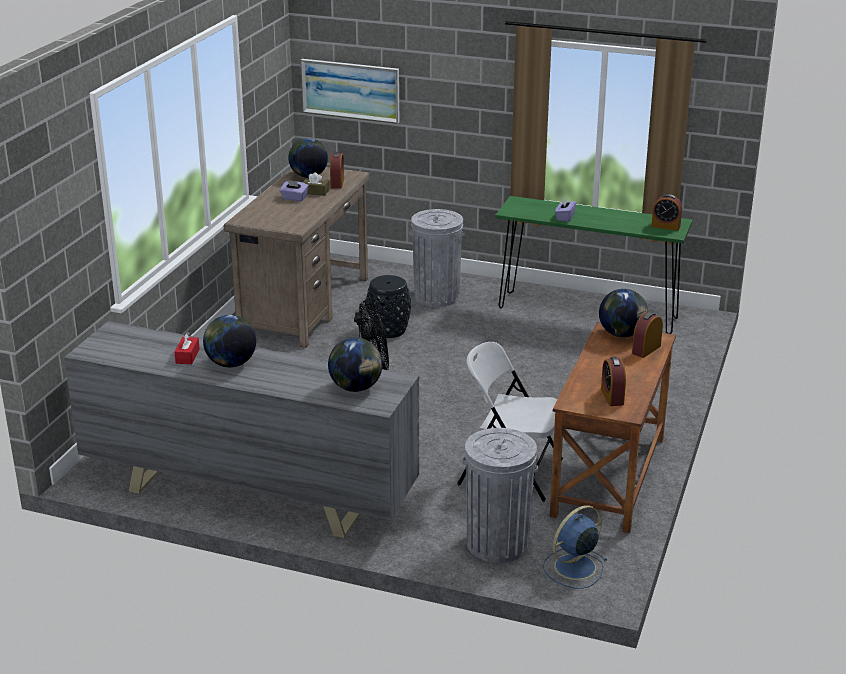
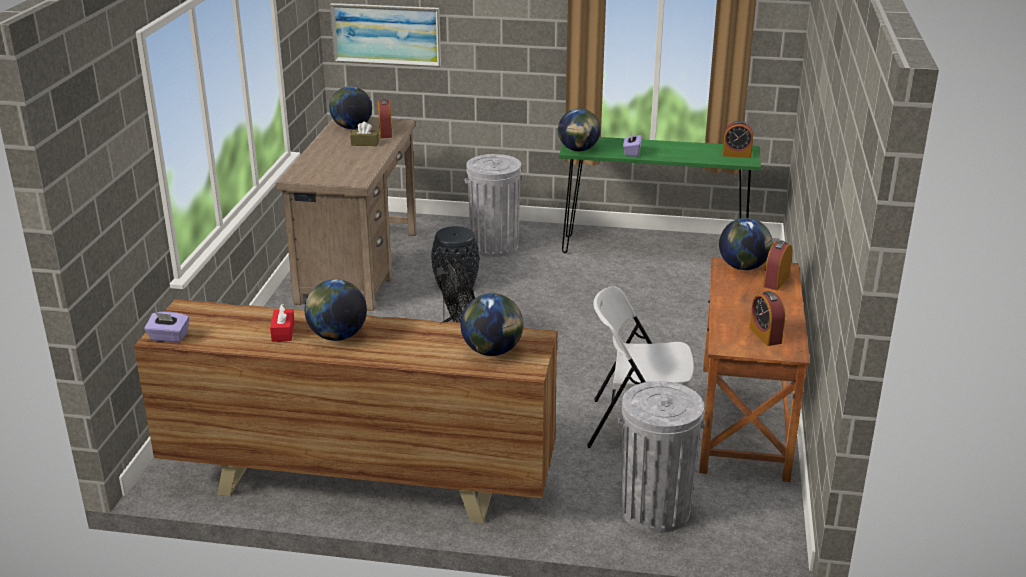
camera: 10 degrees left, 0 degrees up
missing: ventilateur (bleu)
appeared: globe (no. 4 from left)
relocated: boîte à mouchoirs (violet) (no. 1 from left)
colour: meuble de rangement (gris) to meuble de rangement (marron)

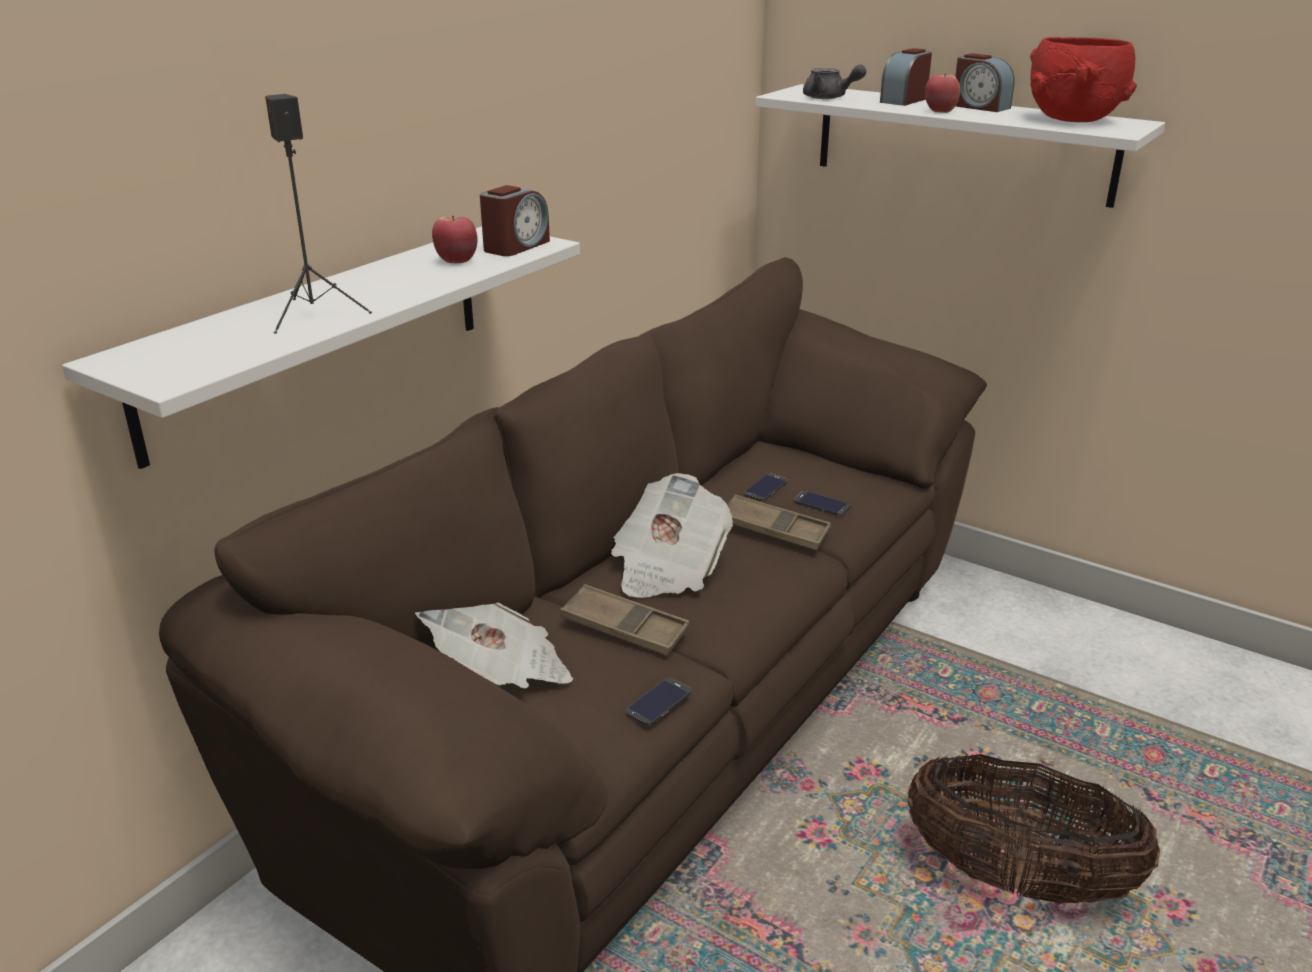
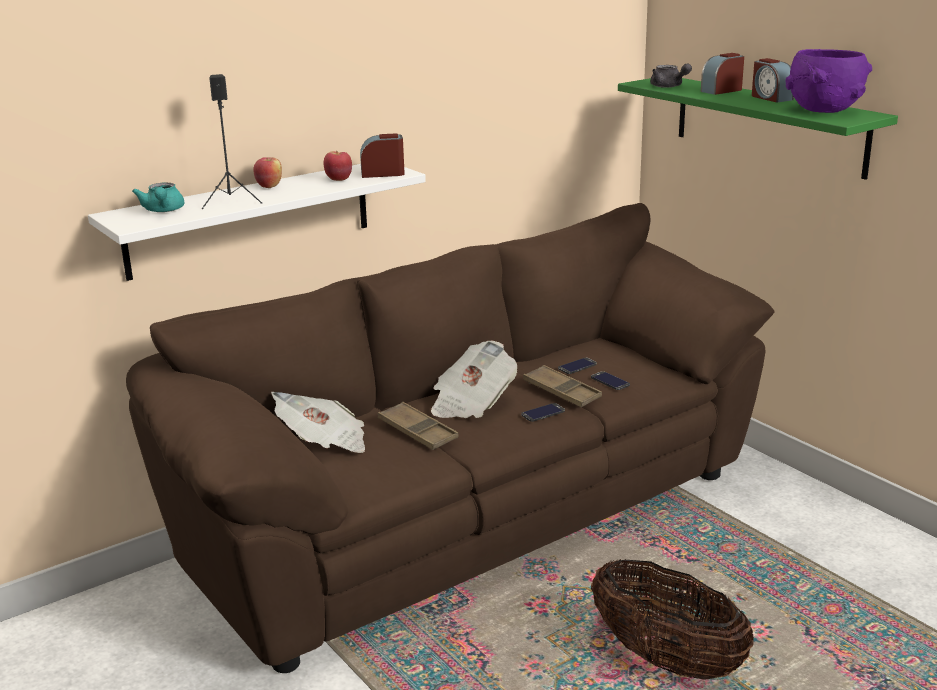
camera: 20 degrees right, 5 degrees down
appeared: théière (turquoise)
relocated: téléphone (no. 1 from left); pomme (no. 2 from left in the first image) to pomme (no. 1 from left)
colour: étagère (blanc) (no. 2 from left) to étagère (vert); bol (rouge) to bol (violet)
spun: réveil (no. 1 from left) 150 degrees counterclockwise

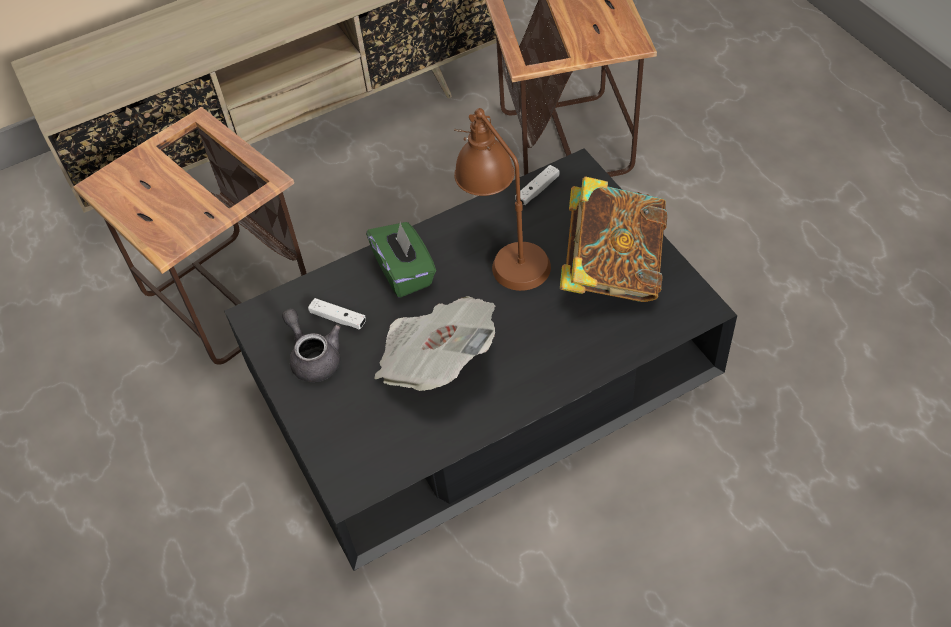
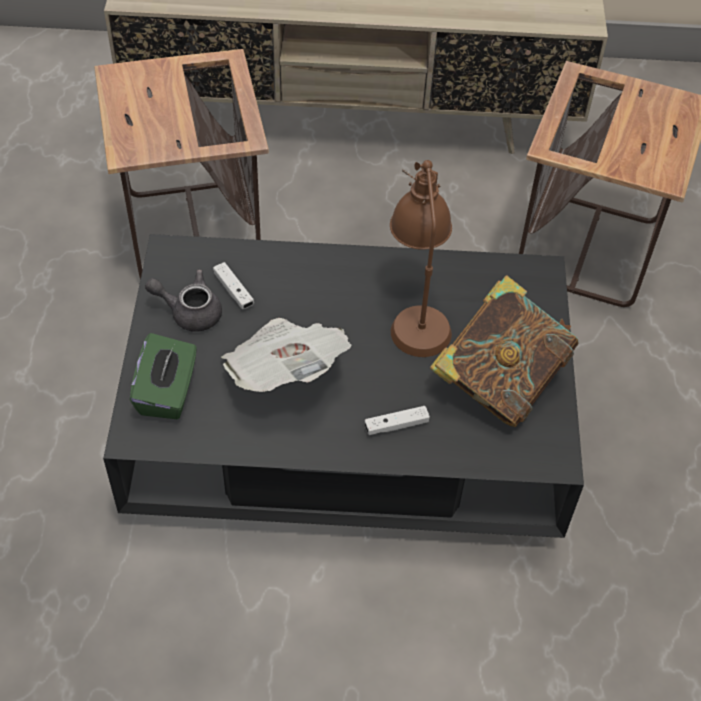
camera: 25 degrees right, 0 degrees up
relocated: boîte à mouchoirs (vert); manette (blanc) (no. 2 from left)
spun: théière (gris) 75 degrees counterclockwise

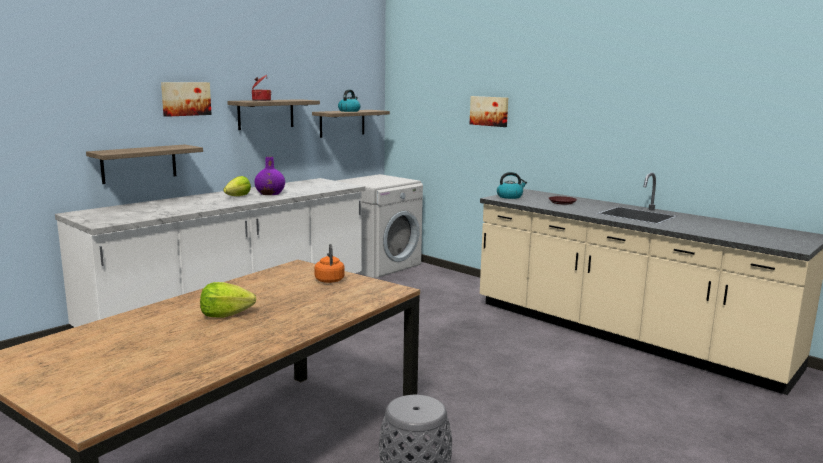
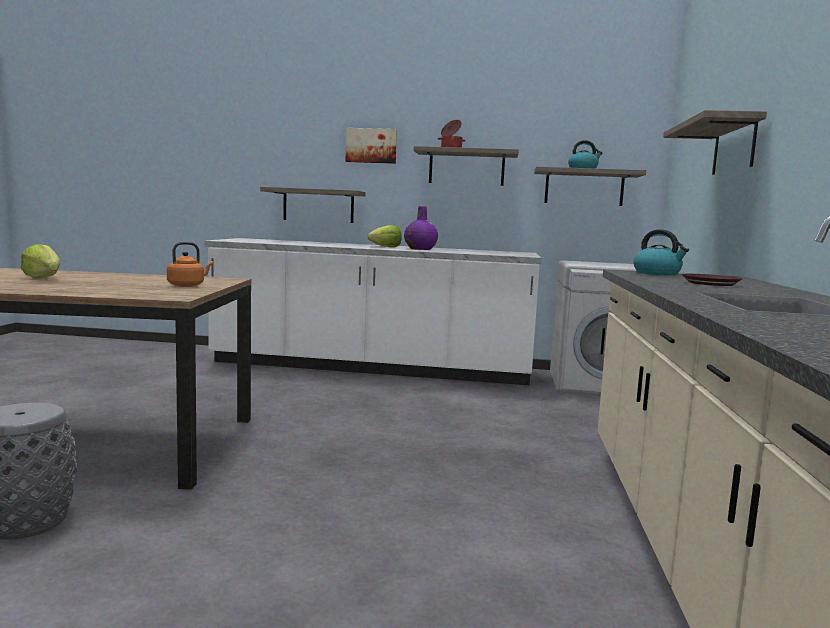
camera: 55 degrees right, 5 degrees down
exchanged: tableau (no. 2 from left) to étagère (no. 4 from left)

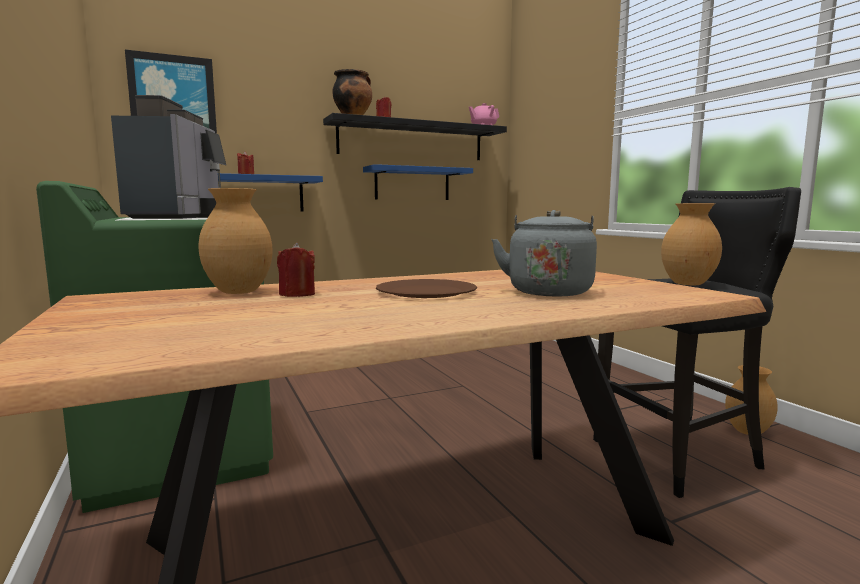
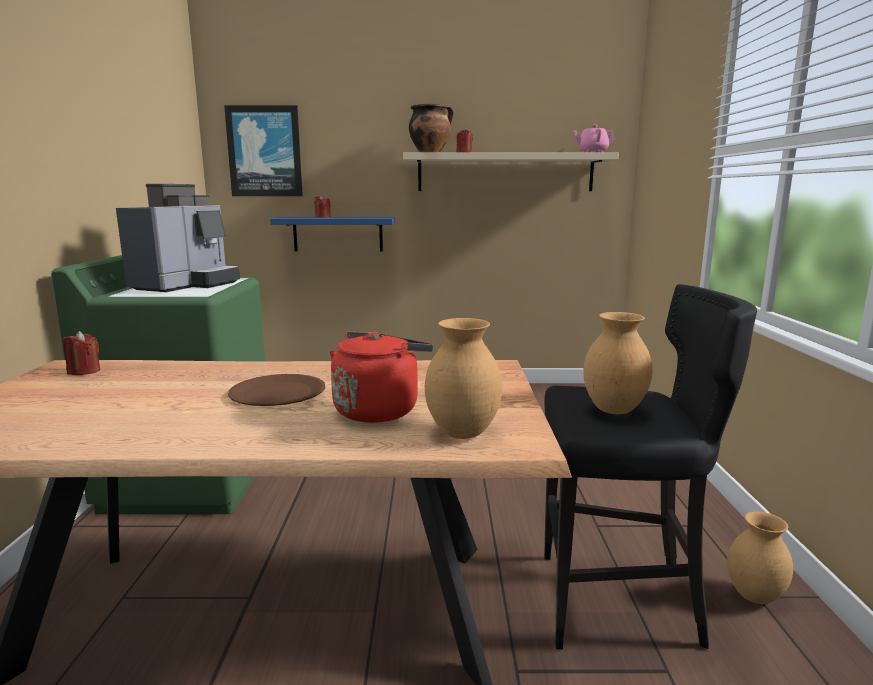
camera: 25 degrees right, 5 degrees up
missing: étagère (bleu) (no. 2 from left)
relocated: vase (marron) (no. 1 from left); bougie (rouge) (no. 2 from left in the first image) to bougie (rouge) (no. 1 from left)
colour: étagère (noir) to étagère (beige); bouilloire (gris) to bouilloire (rouge)

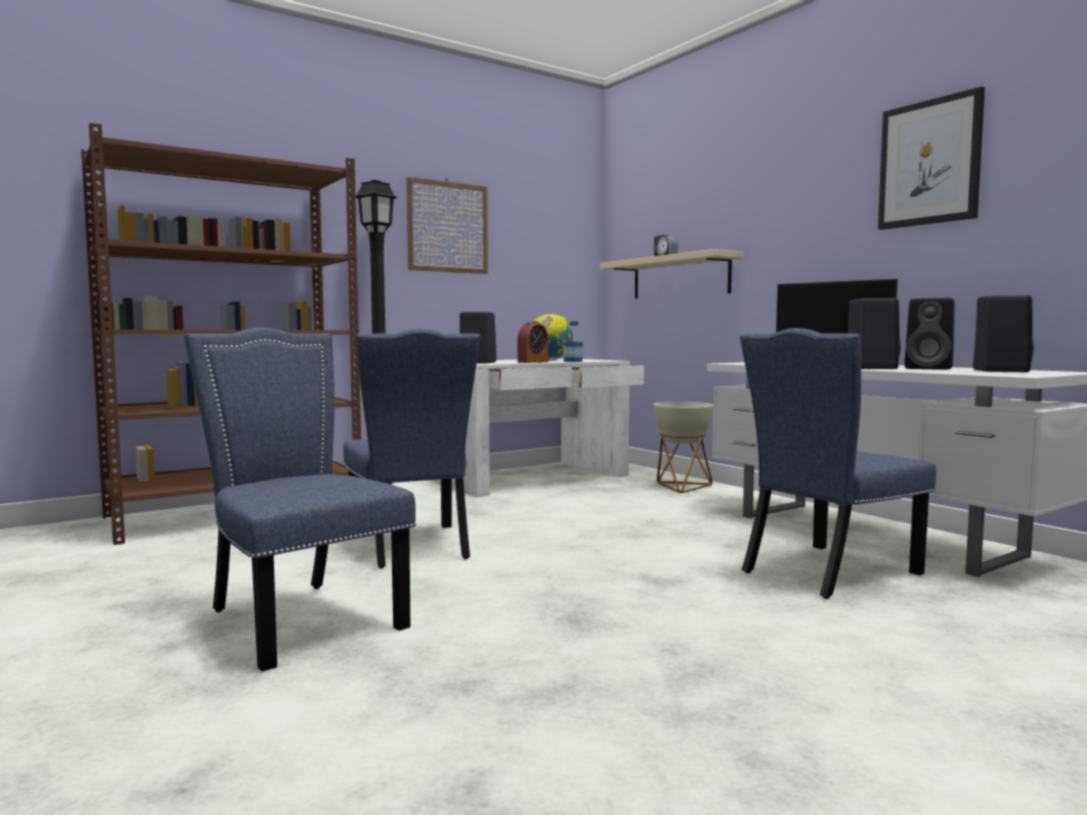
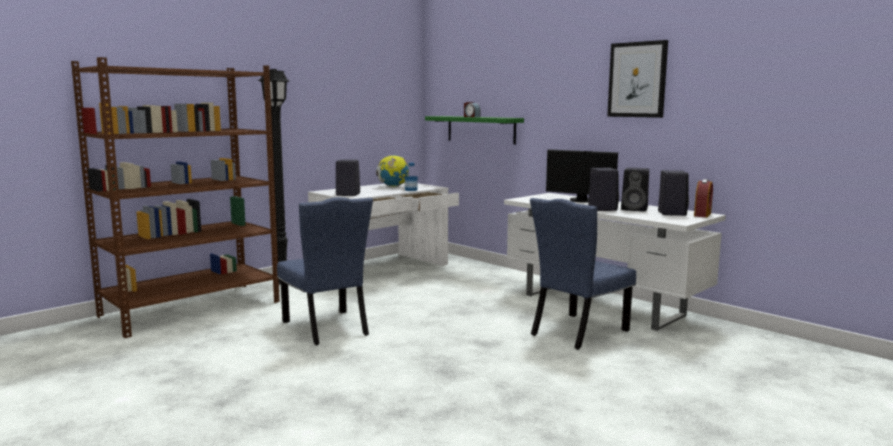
camera: 10 degrees left, 5 degrees up
missing: chaise (bleu) (no. 1 from left); tableau (no. 1 from left); cache-pot
relocated: réveil (no. 1 from left in the first image) to réveil (no. 2 from left)
colour: étagère (beige) to étagère (vert)

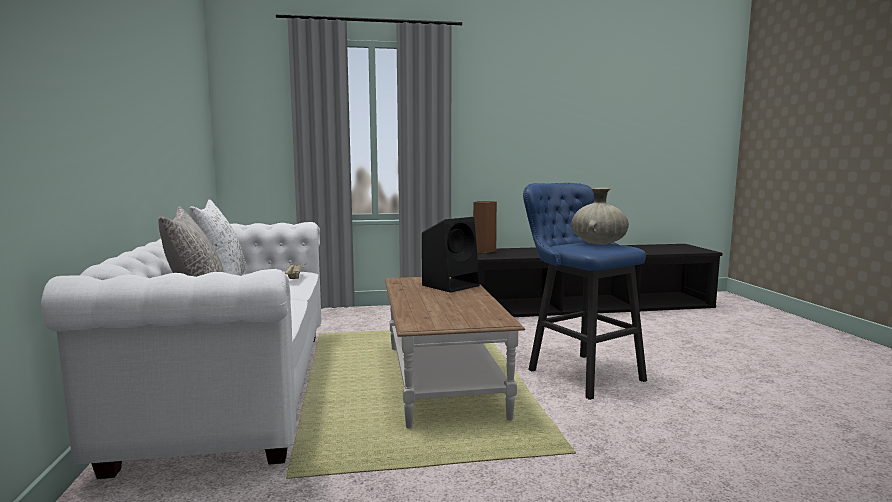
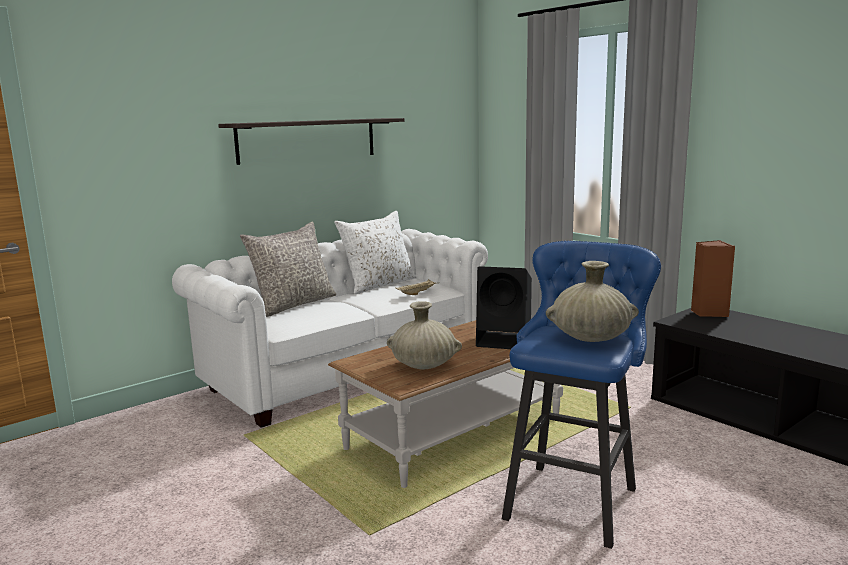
camera: 60 degrees right, 5 degrees up
appeared: étagère; vase (beige) (no. 1 from left)

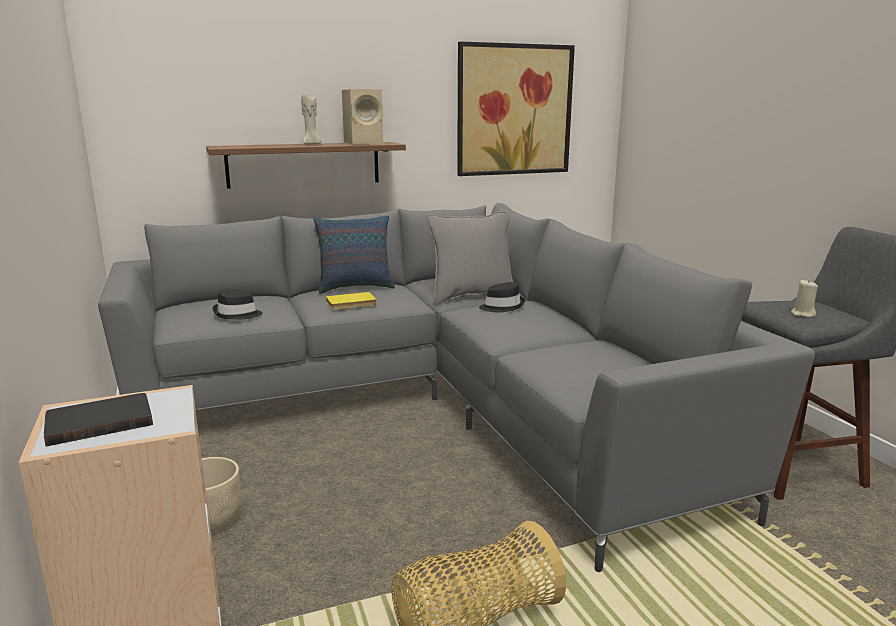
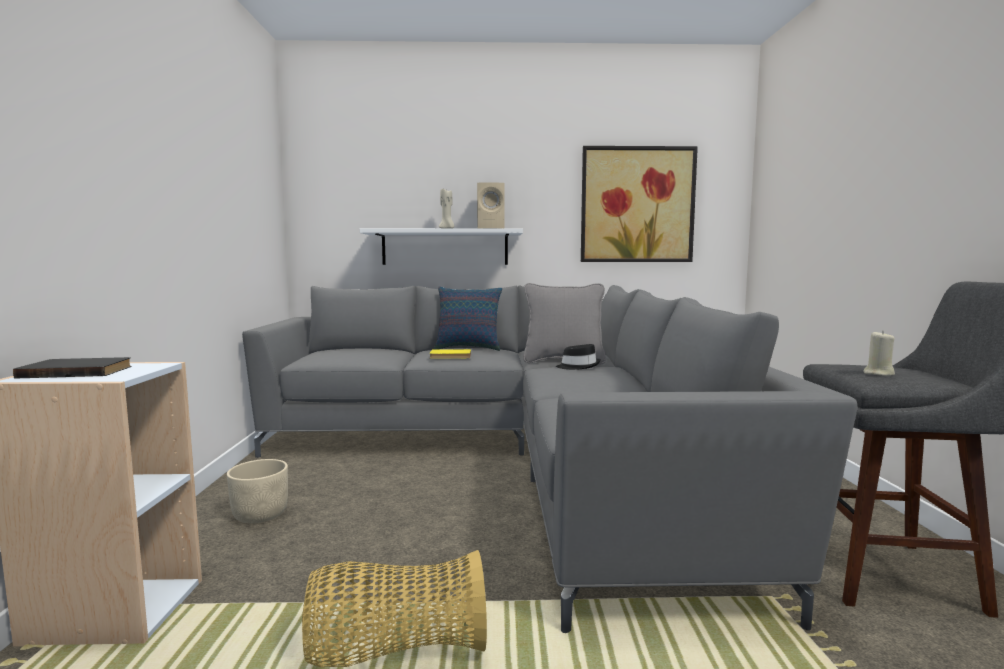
camera: 20 degrees right, 10 degrees down
missing: chapeau (noir) (no. 1 from left)
colour: étagère (marron) to étagère (blanc)

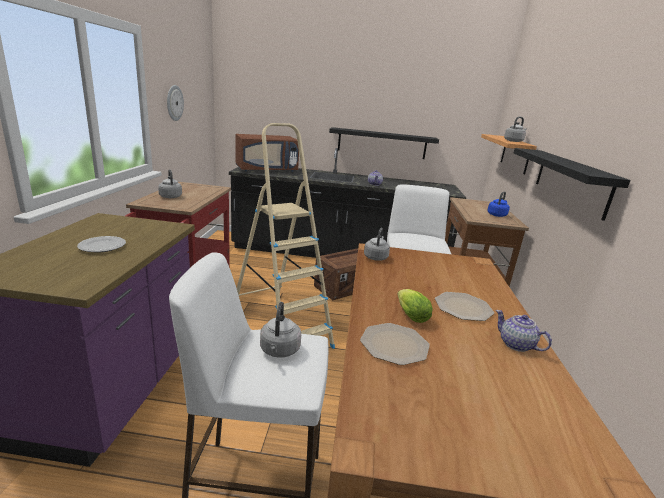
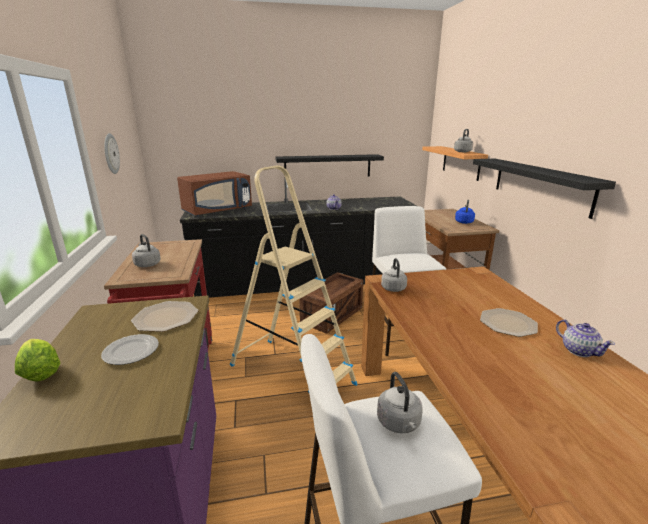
camera: 15 degrees left, 0 degrees up
relocated: assiette (no. 2 from left); laitue
spun: théière (no. 2 from left) 150 degrees counterclockwise

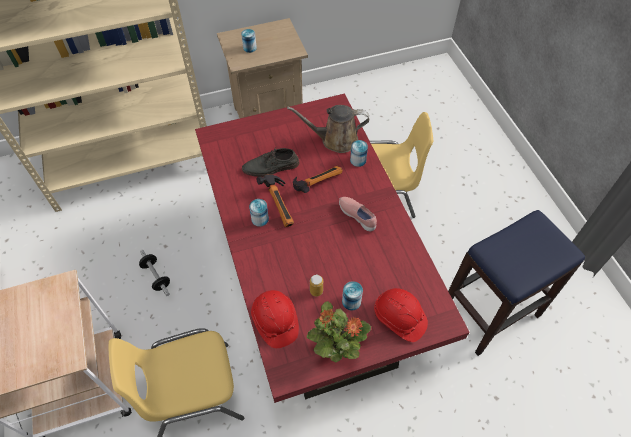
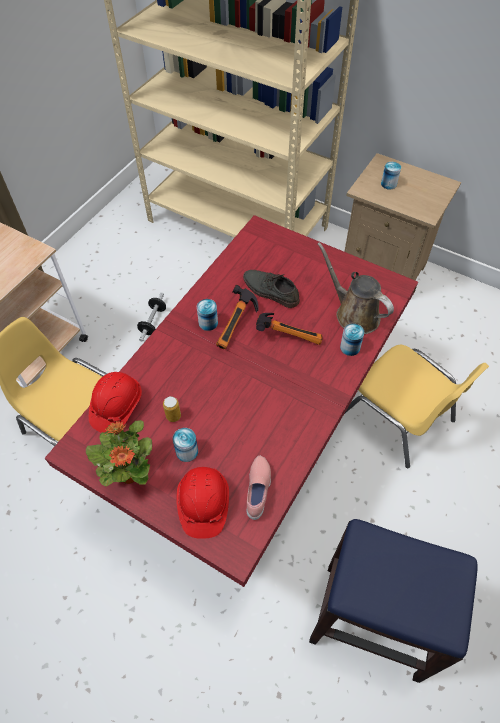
camera: 50 degrees right, 0 degrees up
relocated: chaussure (rose)

